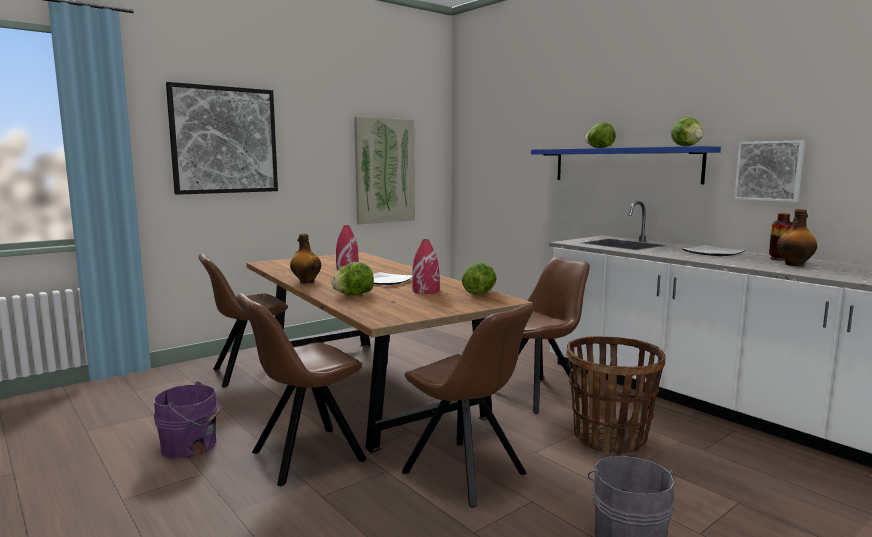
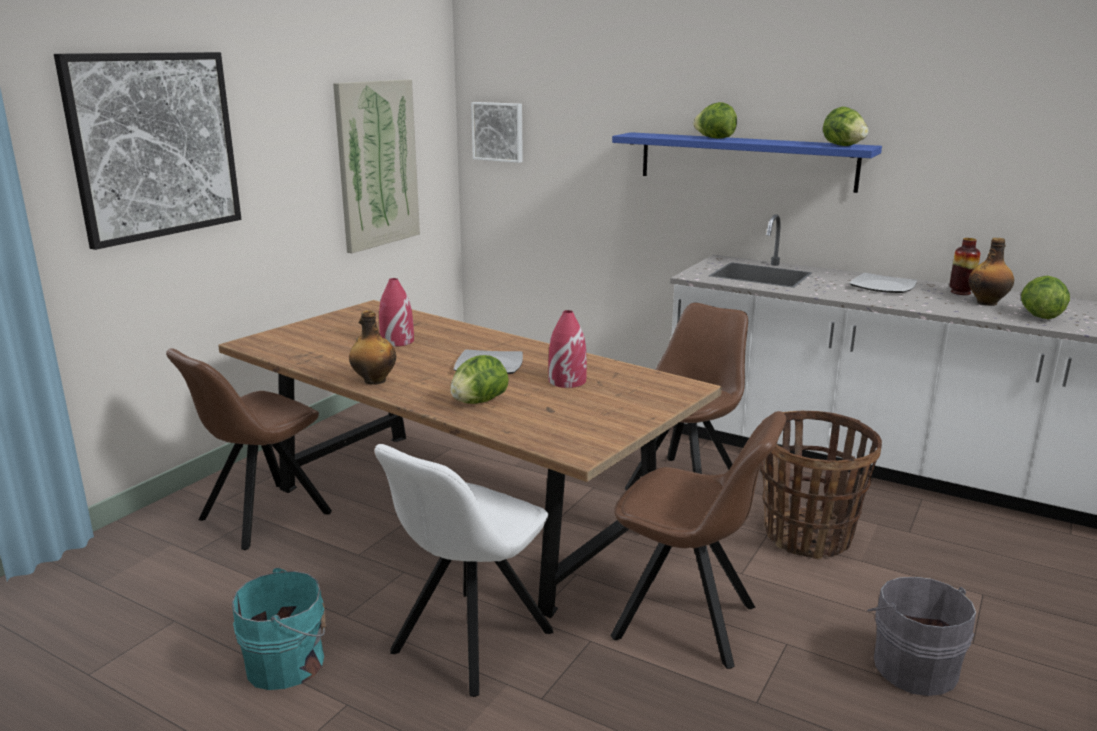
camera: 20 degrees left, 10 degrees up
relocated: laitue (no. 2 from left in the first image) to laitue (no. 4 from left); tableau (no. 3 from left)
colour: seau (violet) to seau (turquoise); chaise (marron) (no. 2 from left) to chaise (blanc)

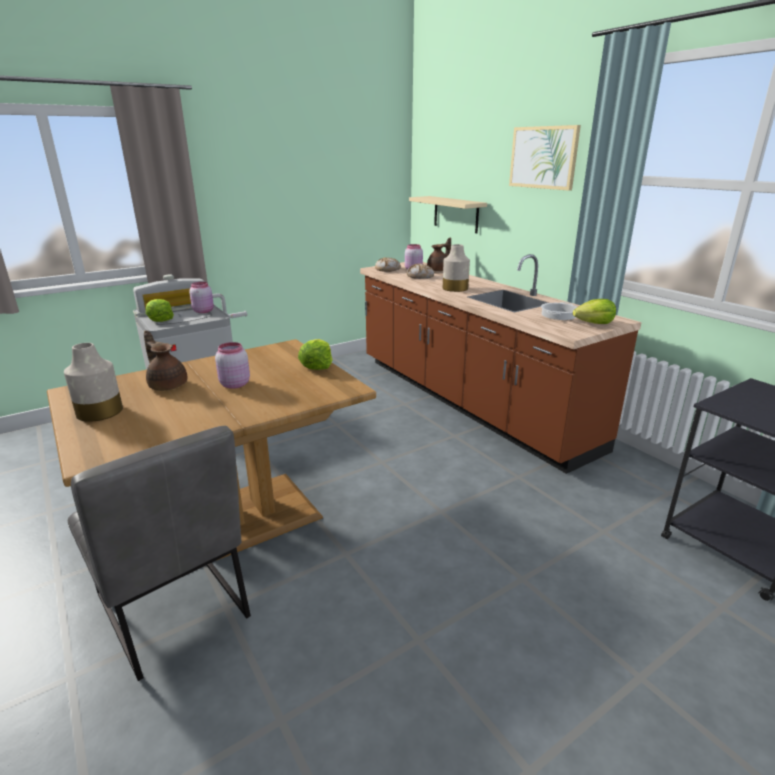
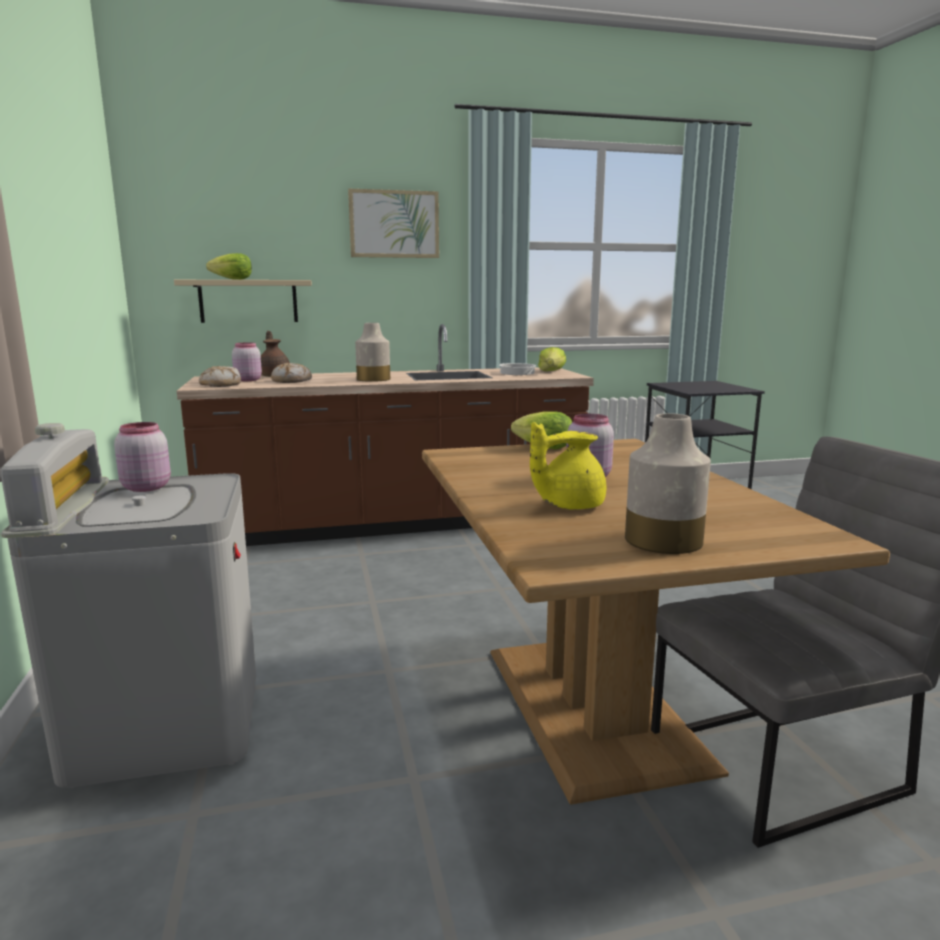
camera: 70 degrees left, 10 degrees down
relocated: laitue (no. 1 from left)
colour: théière (marron) (no. 1 from left) to théière (jaune)

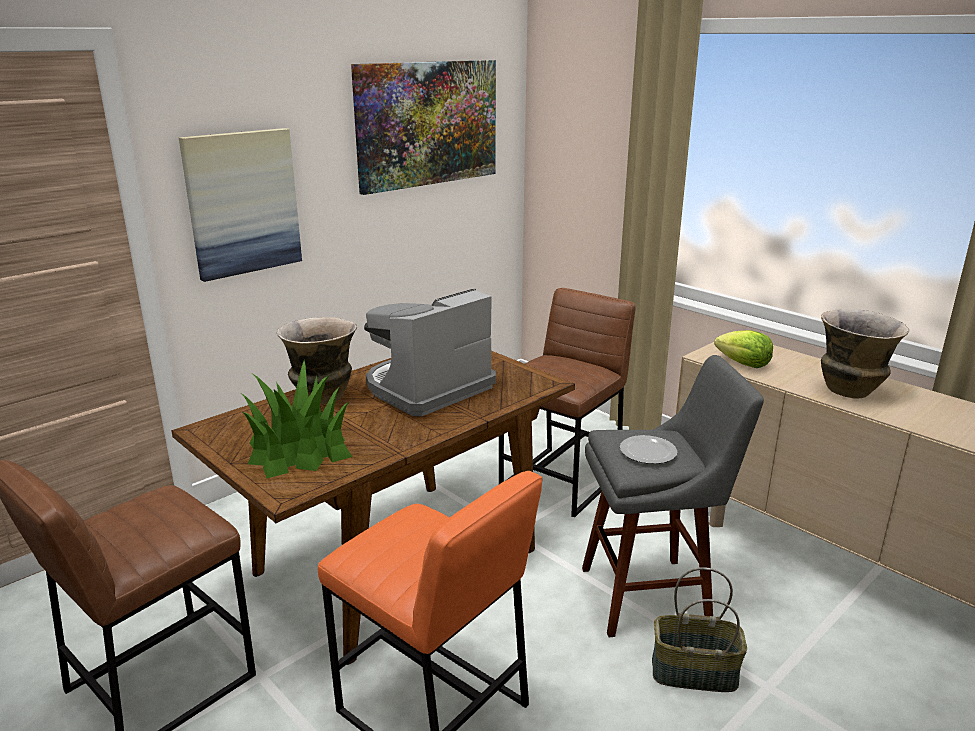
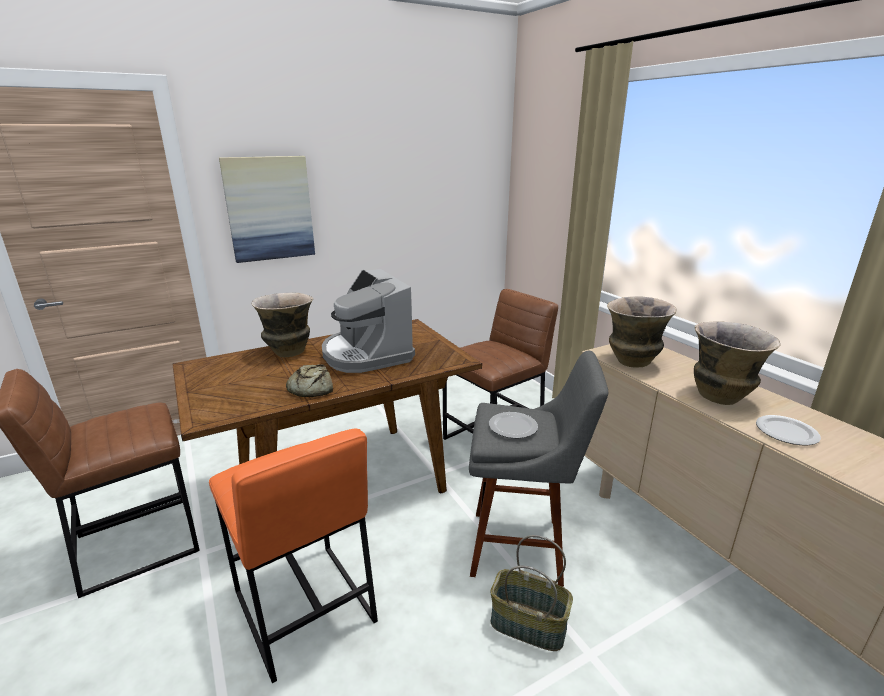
camera: 15 degrees right, 0 degrees up
missing: plante en pot; tableau (no. 2 from left)
appeared: pain; assiette (no. 2 from left)
exchanged: laitue to vase (no. 2 from left)
spun: machine à café 90 degrees counterclockwise

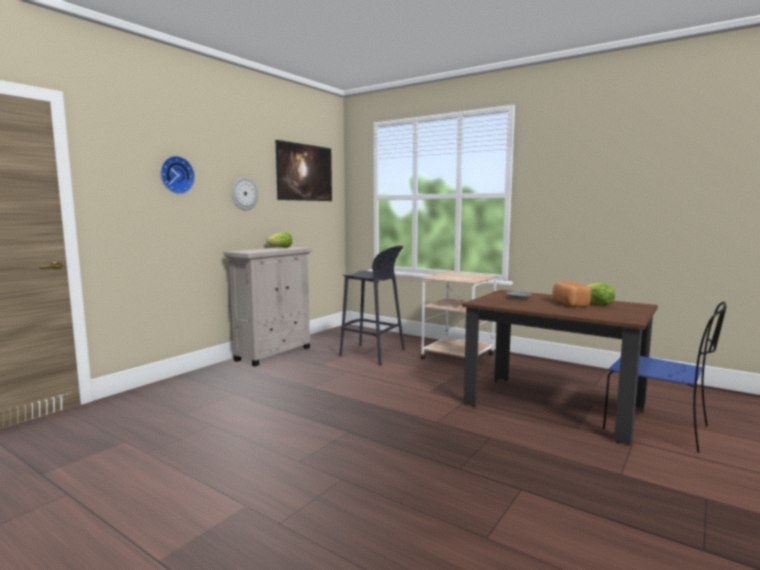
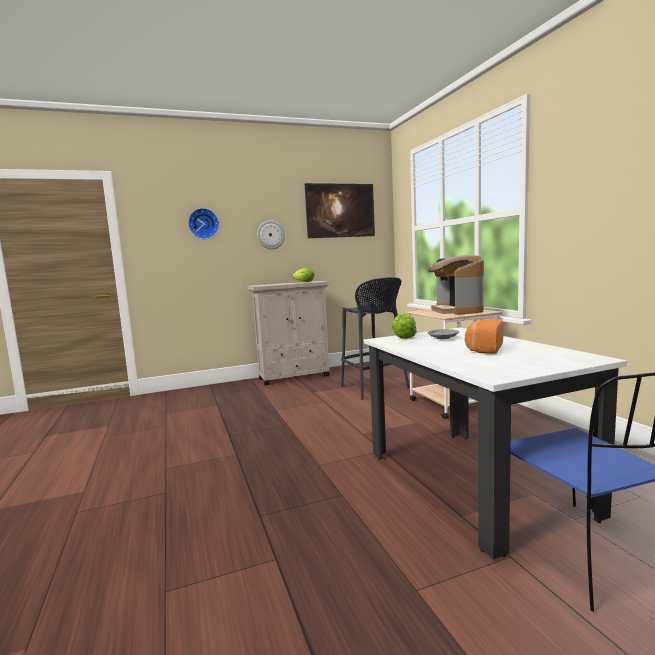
camera: 35 degrees right, 0 degrees up
appeared: machine à café
relocated: laitue (no. 2 from left)
colour: table à manger (marron) to table à manger (blanc)

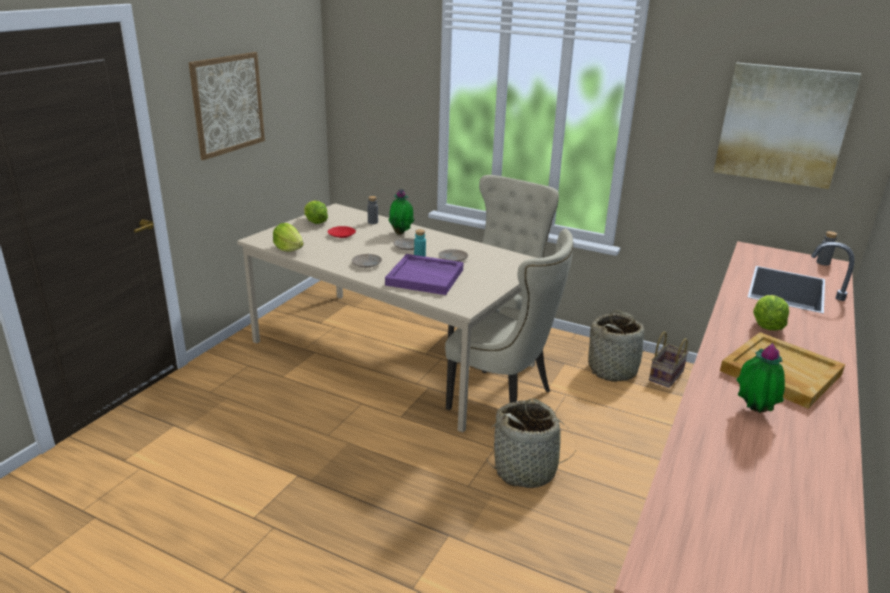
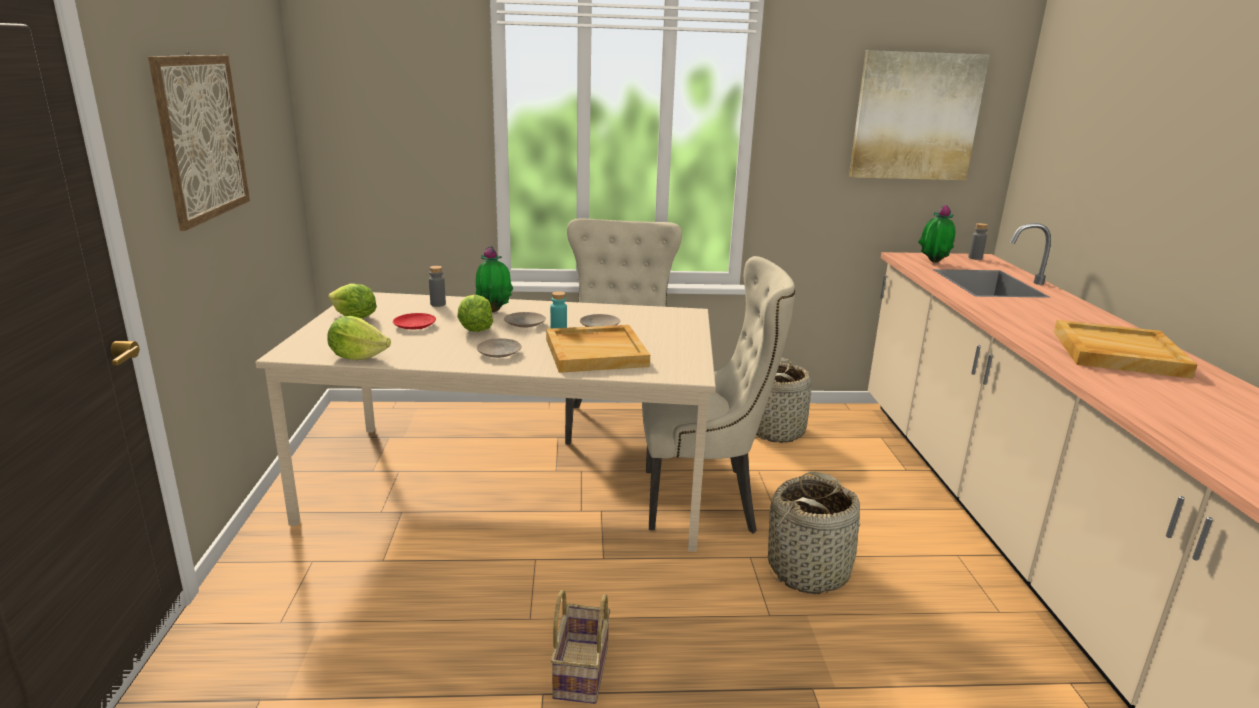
camera: 30 degrees left, 5 degrees down
relocated: panier (no. 3 from left in the first image) to panier (no. 1 from left); plante en pot (no. 2 from left); laitue (no. 3 from left)
colour: plateau (violet) to plateau (beige) (no. 1 from left)

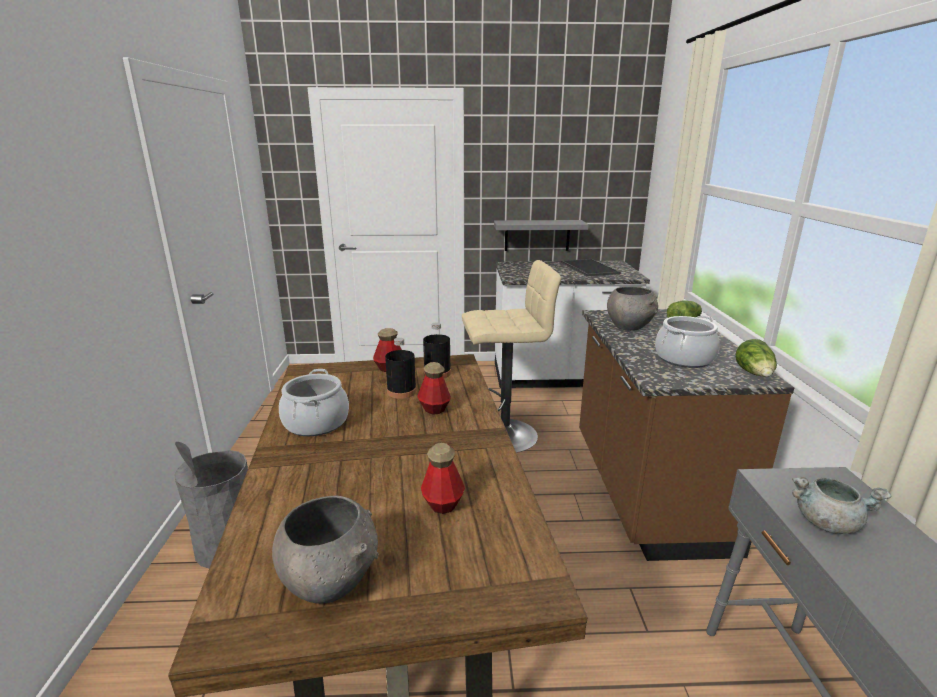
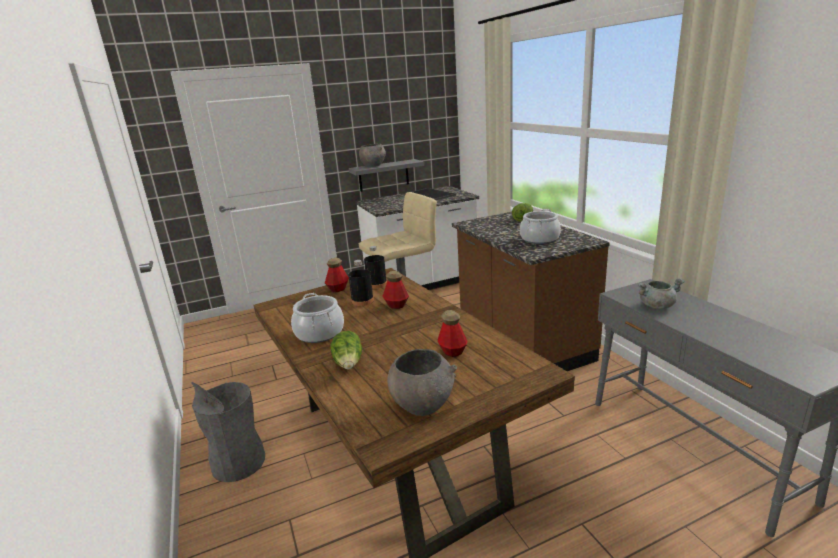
camera: 20 degrees left, 0 degrees up
relocated: bol (gris) (no. 2 from left in the first image) to bol (gris) (no. 1 from left); laitue (no. 2 from left in the first image) to laitue (no. 1 from left)

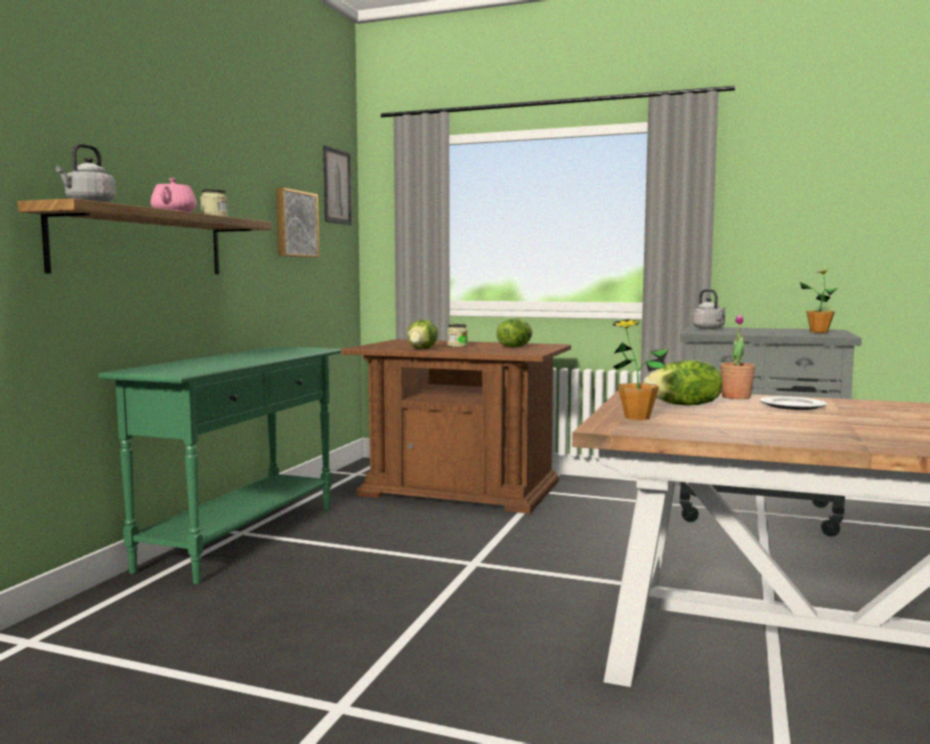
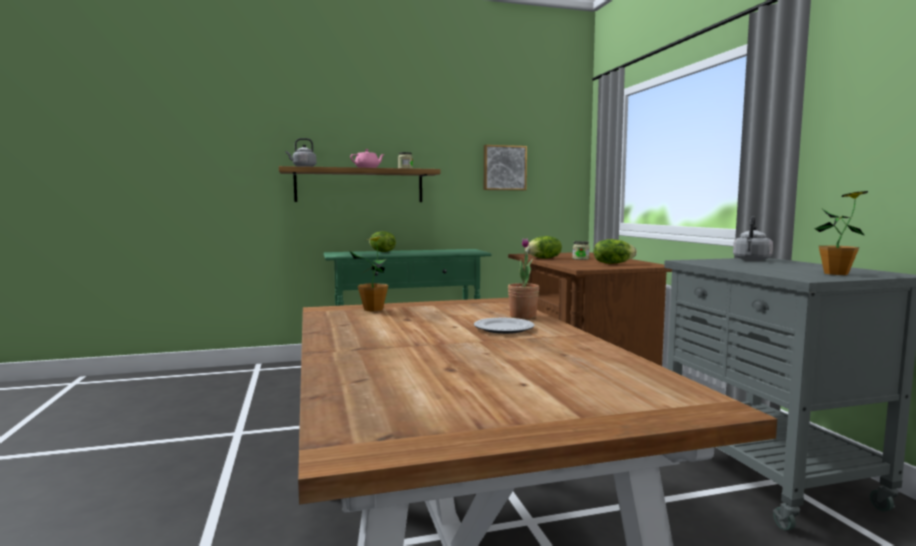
camera: 55 degrees right, 0 degrees up
missing: tableau (no. 2 from left)
relocated: laitue (no. 3 from left in the first image) to laitue (no. 1 from left)

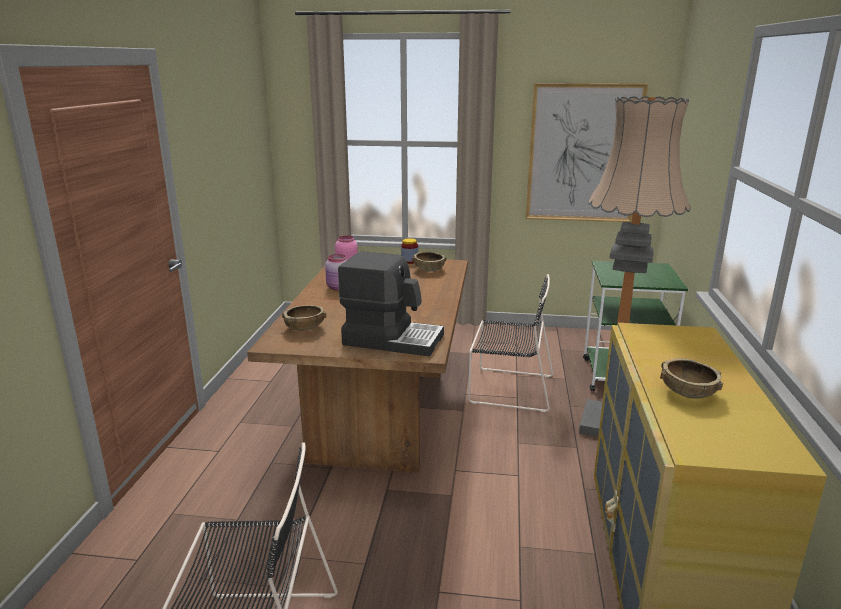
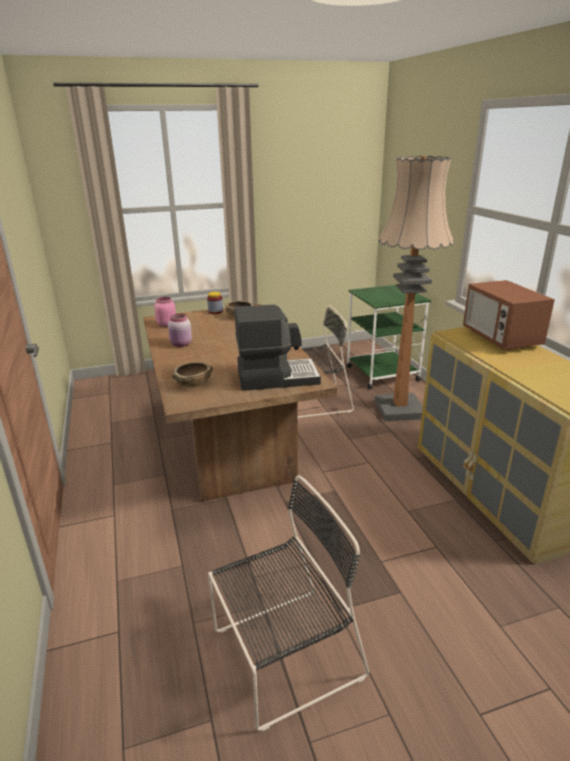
camera: 25 degrees left, 5 degrees up
missing: tableau; bol (marron) (no. 3 from left)
appeared: micro-ondes

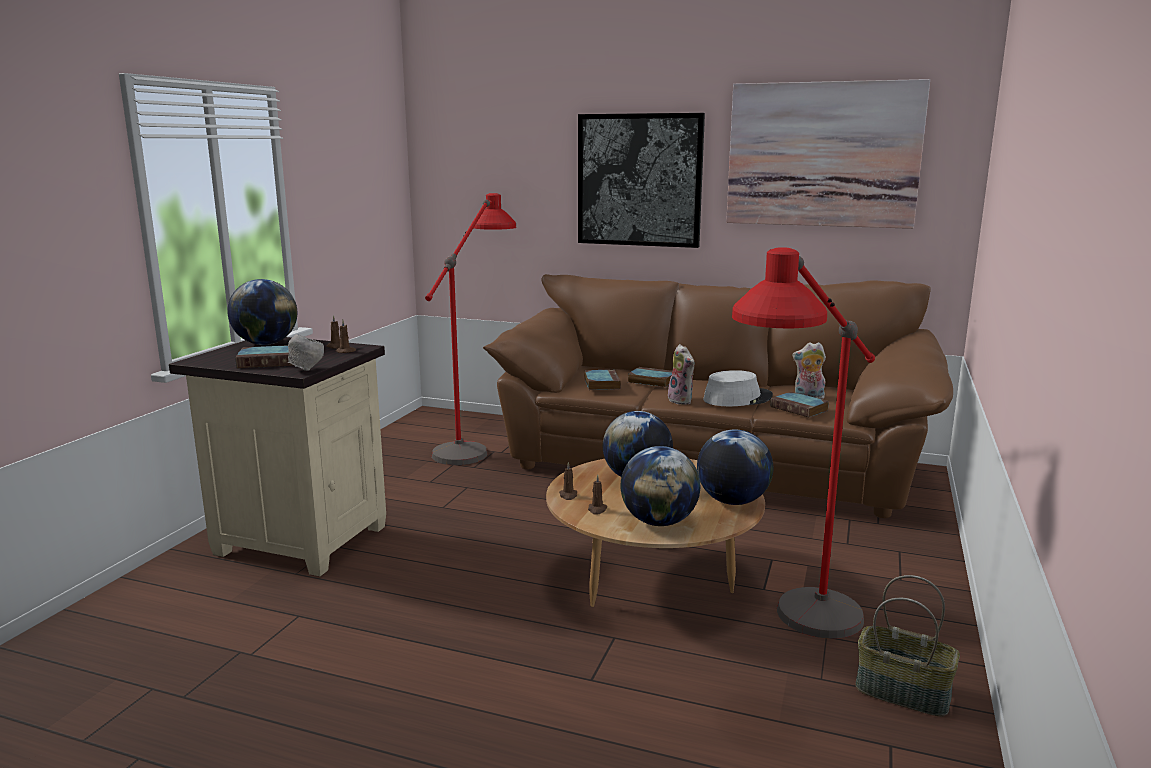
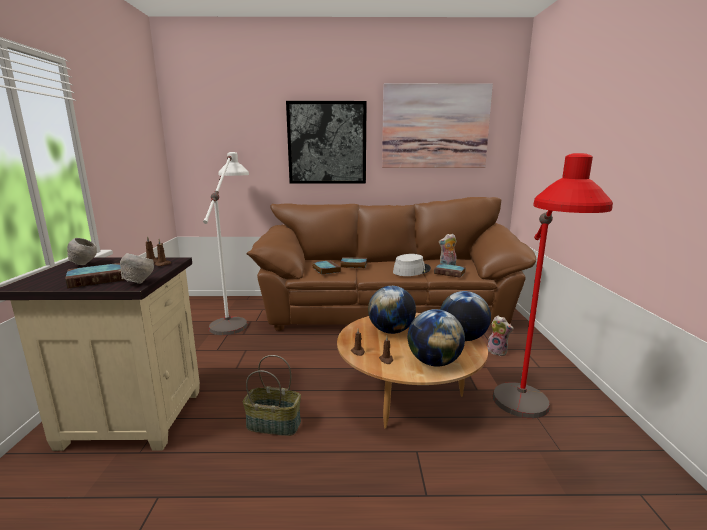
camera: 20 degrees left, 0 degrees up
relocated: peluche (no. 1 from left in the first image) to peluche (no. 2 from left); panier
exchanged: globe (no. 1 from left) to bol (gris) (no. 1 from left)
colour: lampadaire (rouge) (no. 1 from left) to lampadaire (blanc)

